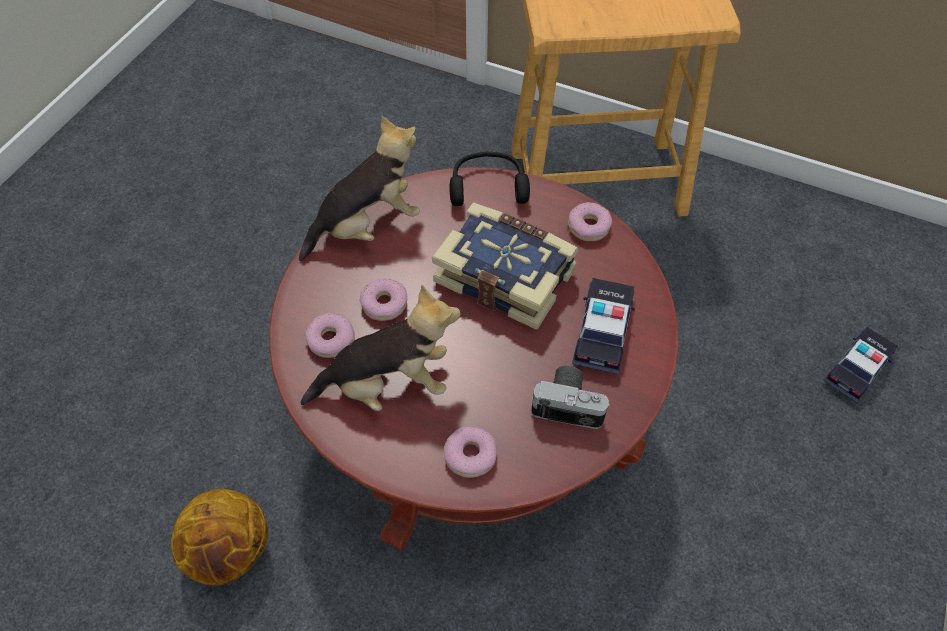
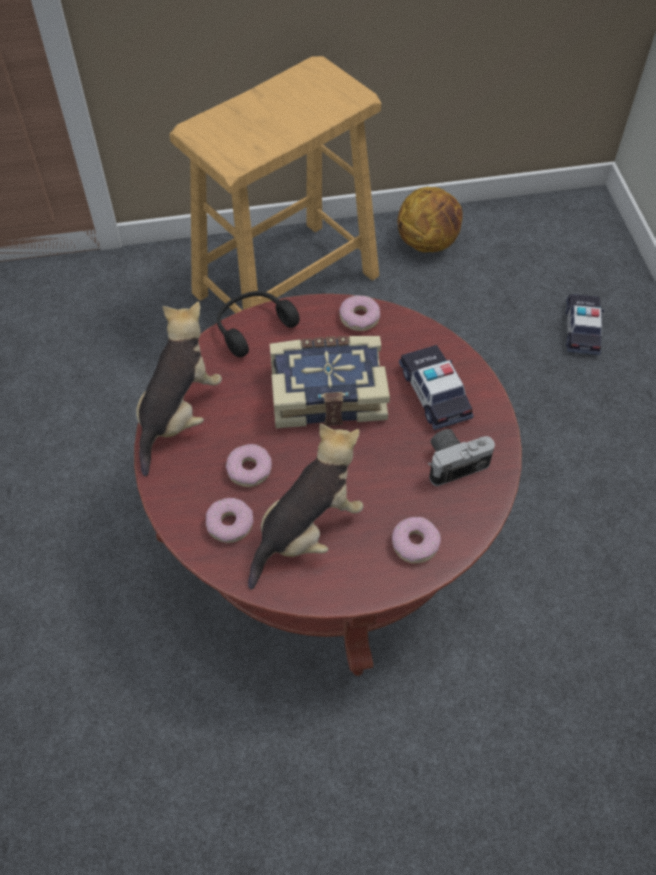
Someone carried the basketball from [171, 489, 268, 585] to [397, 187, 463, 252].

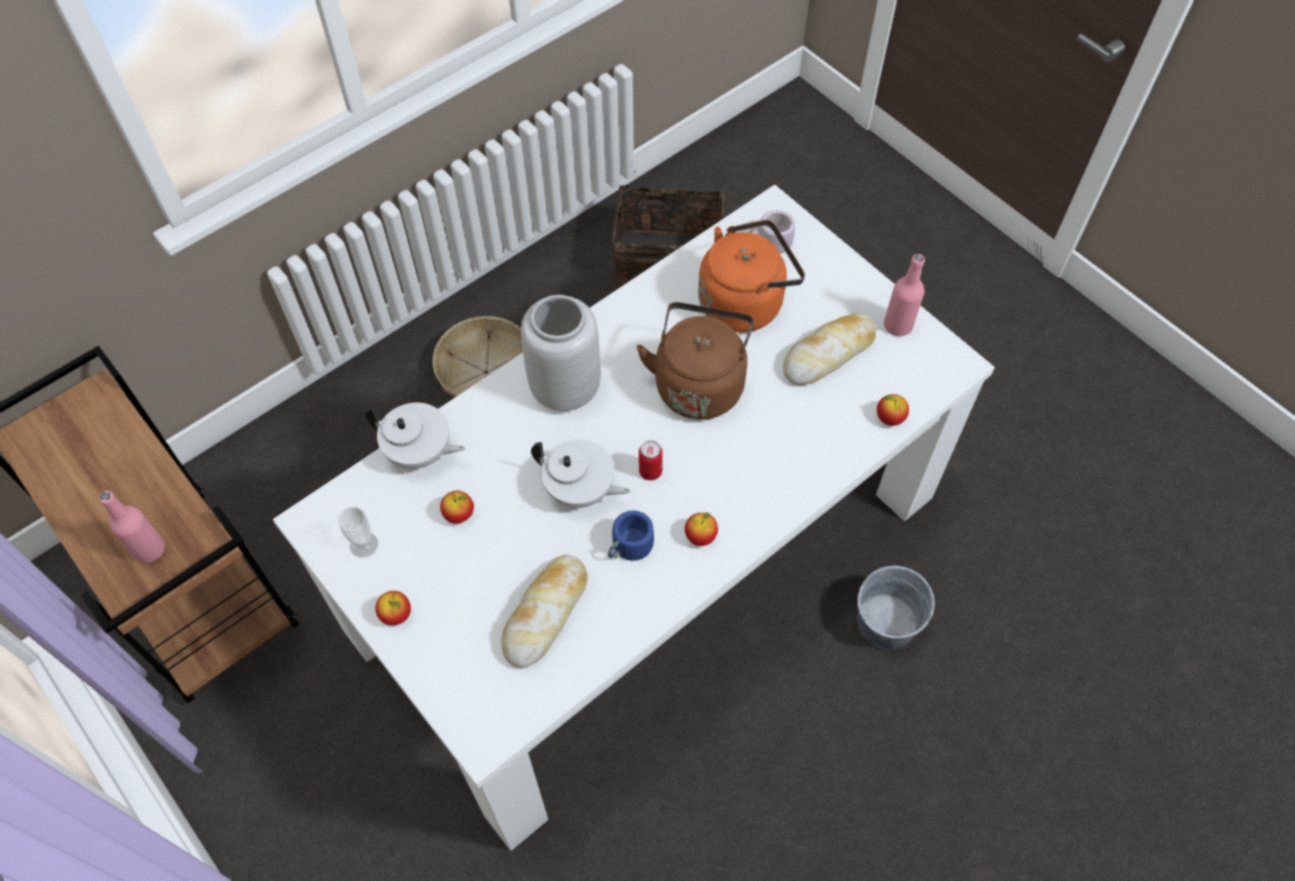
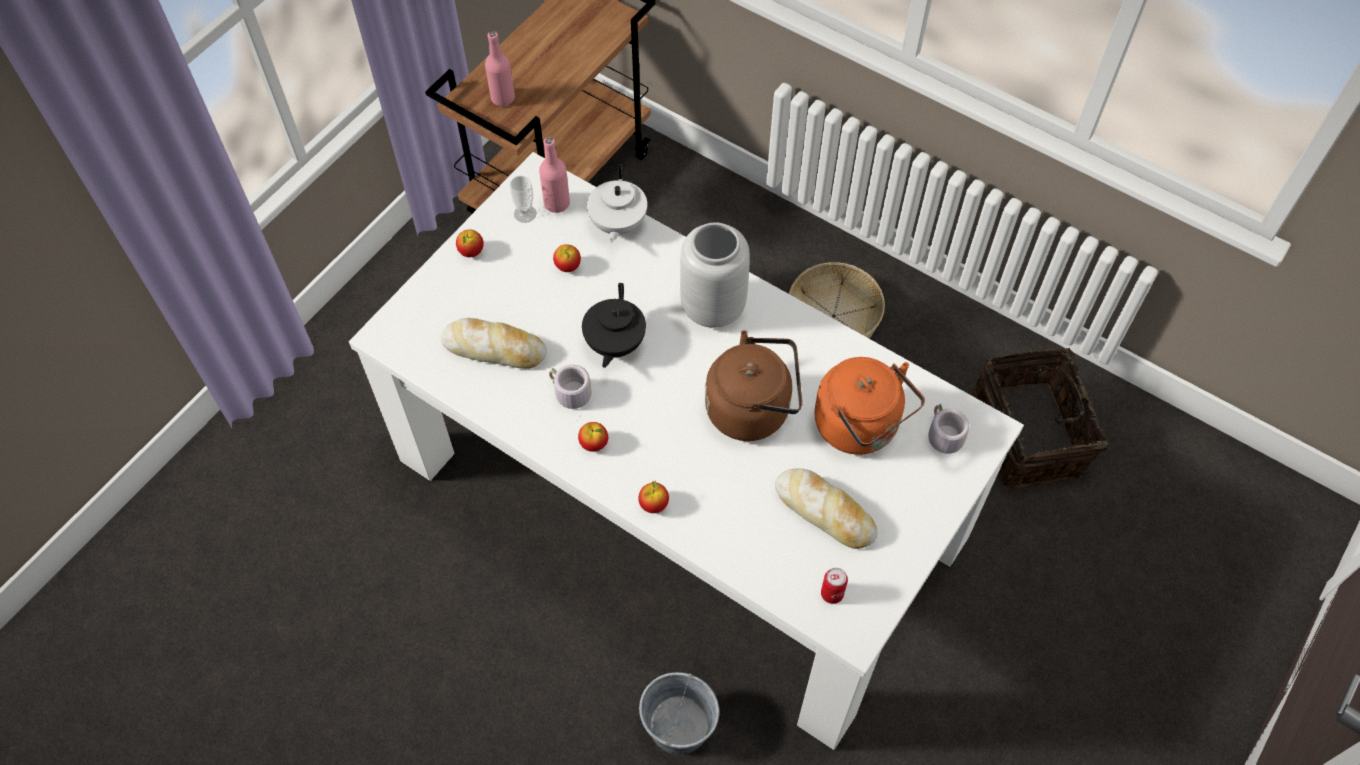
Someone carried the bottle (pink) from [884, 254, 925, 336] to [539, 137, 570, 213].
Someone carried the apple from [877, 394, 909, 426] to [638, 481, 669, 513].
Someone repainted the tea pot (white-coloured) at [531, 440, 630, 508], which became the tea pot (black) at [582, 283, 646, 368].
Someone carried the metal can from [639, 440, 663, 480] to [821, 568, 848, 604].
Someone repainted the coffee mug (blue) at [608, 511, 667, 561], which became the coffee mug (greyish) at [549, 365, 592, 419].

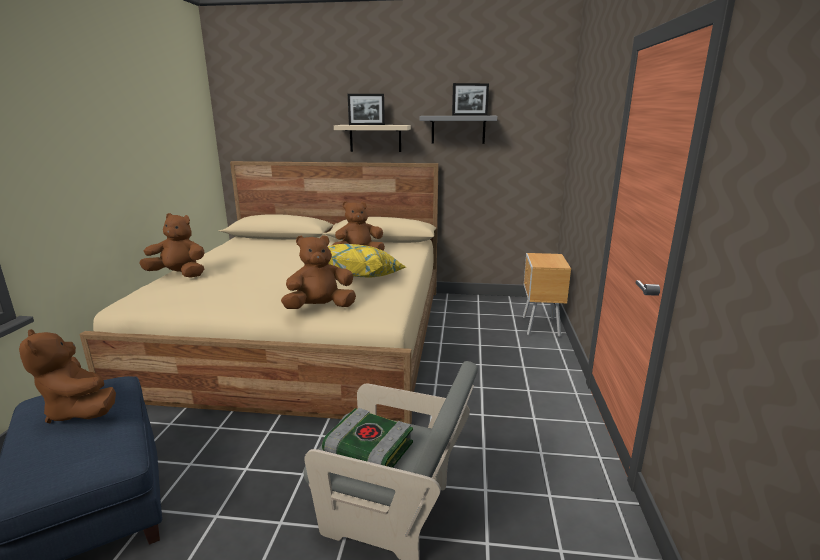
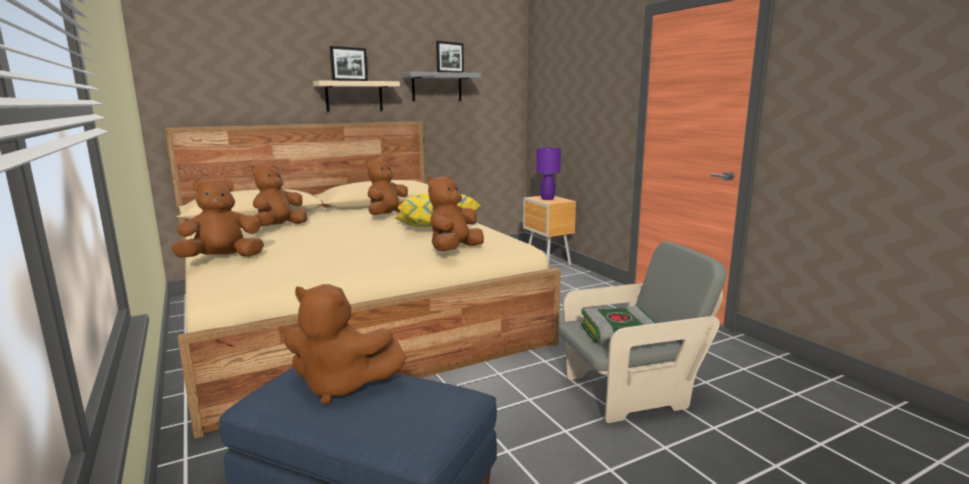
Someone put down the table lamp (purple-coloured) at [536, 148, 561, 200].
Someone put down the plush toy (brown) at [251, 165, 307, 227].

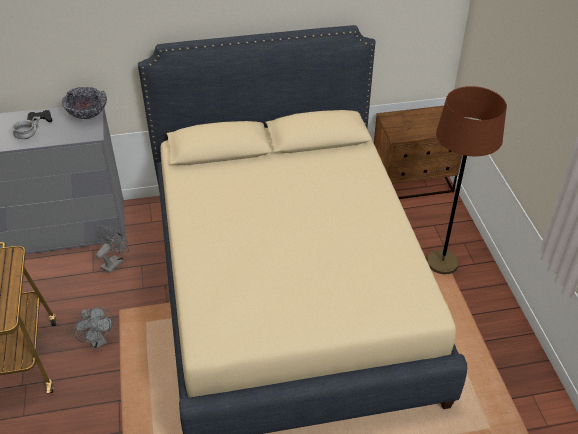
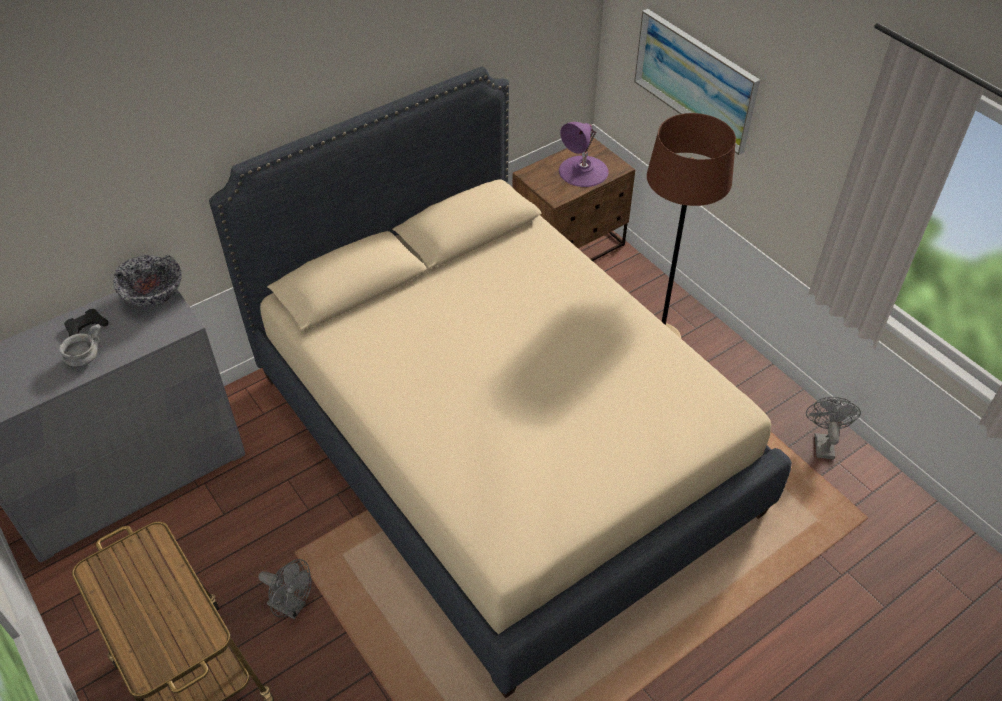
Someone carried the fan (greyish) from [96, 226, 129, 273] to [806, 397, 861, 459].
Someone put up the wall picture at [634, 9, 760, 155].
Someone put down the table lamp (purple-coloured) at [559, 122, 609, 187].

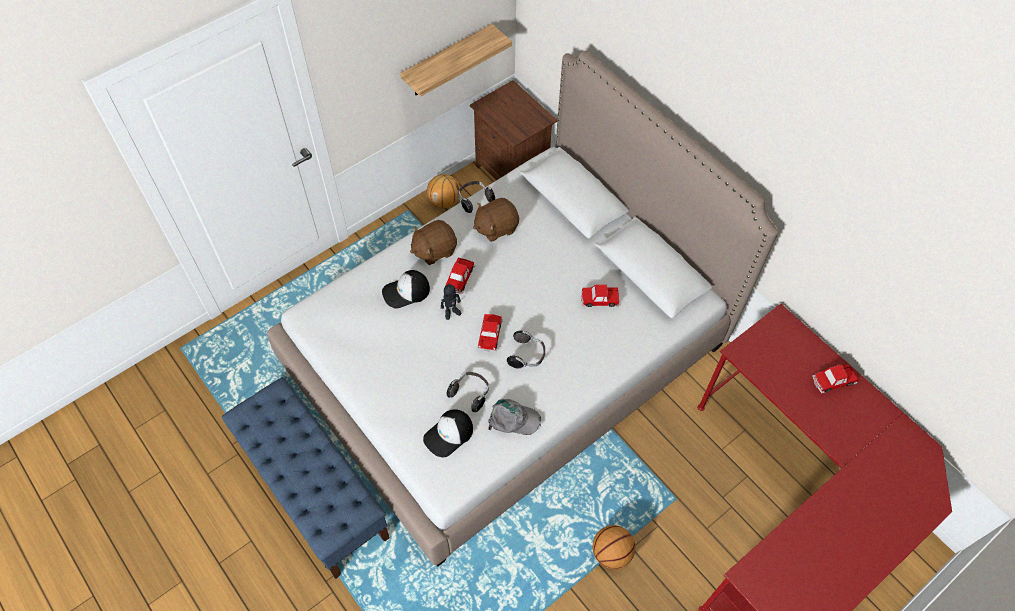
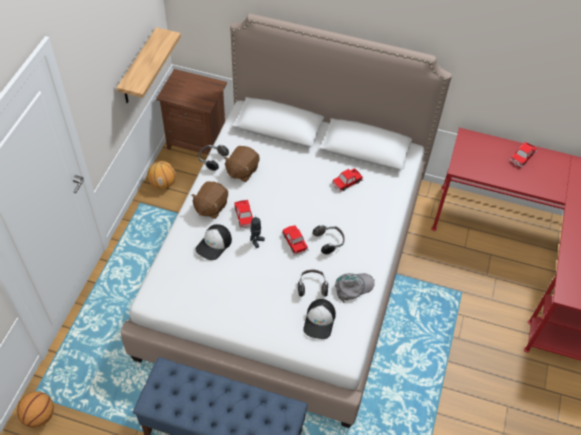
Someone carried the basketball from [593, 525, 635, 569] to [17, 391, 54, 428].

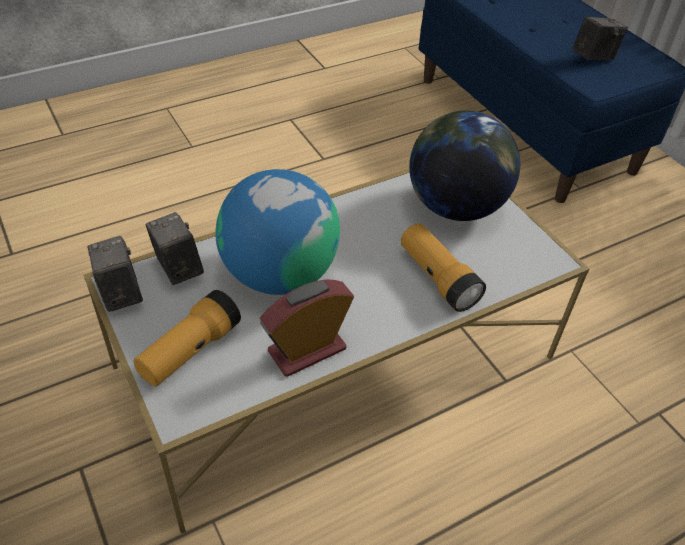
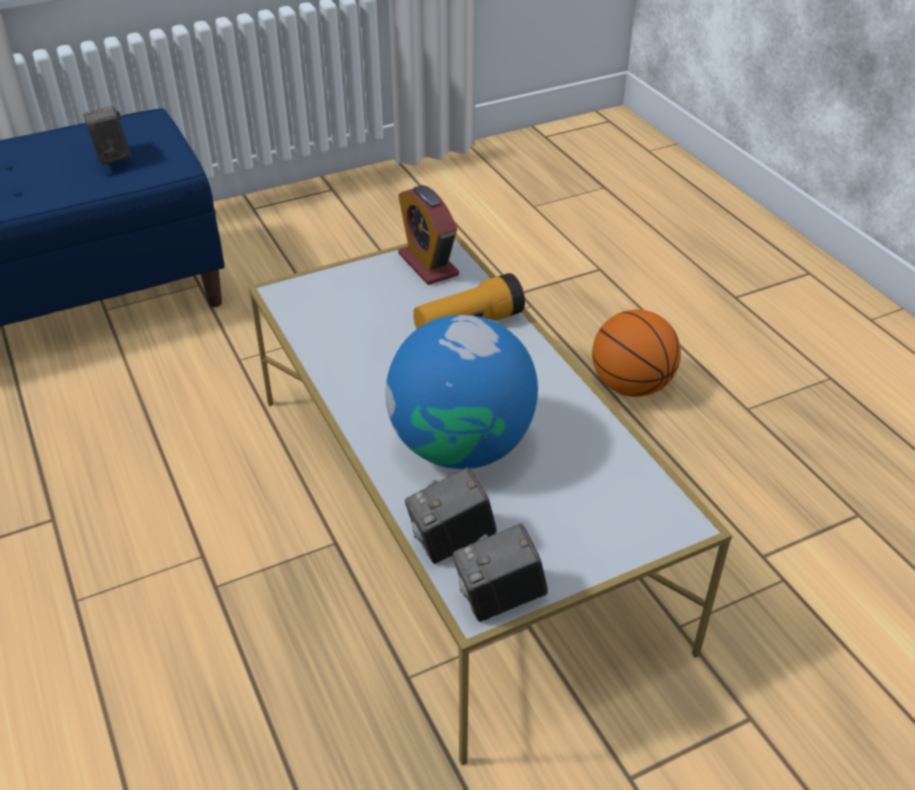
Someone took away the globe at [409, 110, 520, 221].
Someone carried the alarm clock from [260, 279, 354, 377] to [398, 185, 459, 285].
Someone took away the hand torch at [134, 290, 241, 387].
Someone put down the basketball at [592, 309, 681, 397].

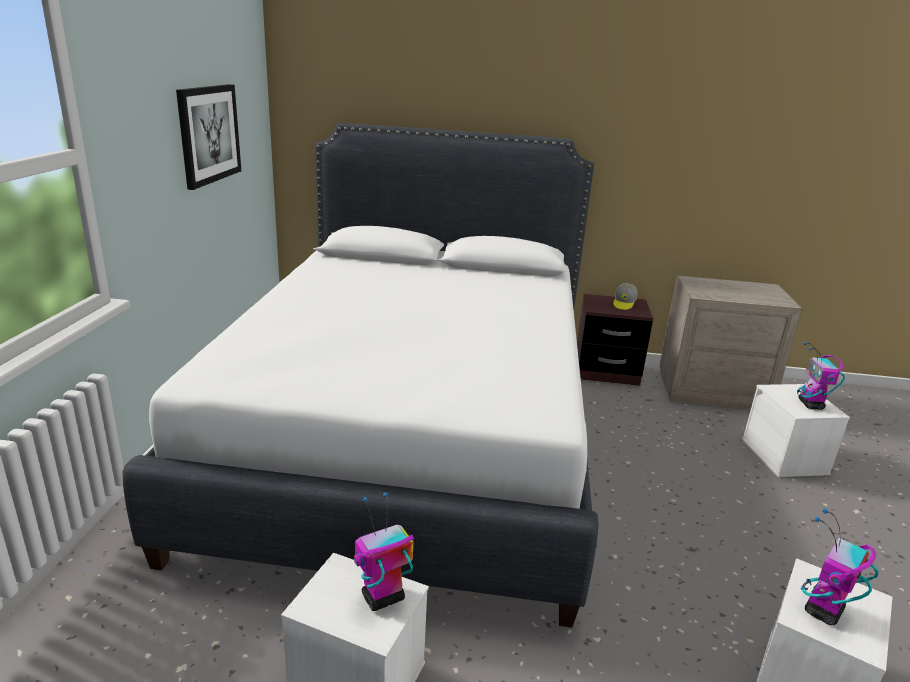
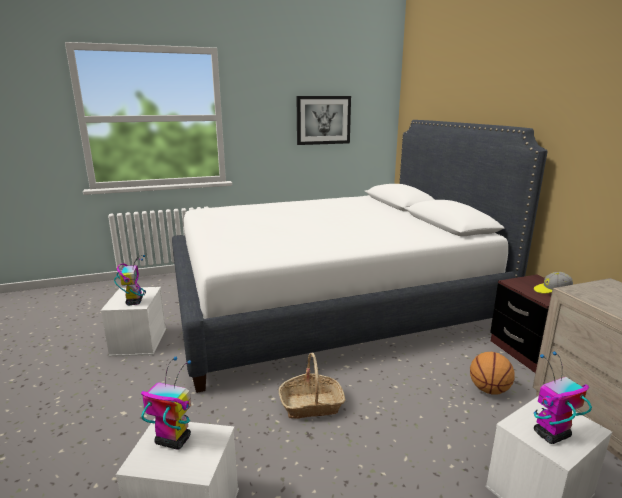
Someone rotated the robot figure at [354, 492, 414, 611] by 45 degrees clockwise.
Someone put down the basketball at [470, 352, 515, 394].
Someone put down the basket at [279, 353, 346, 419].

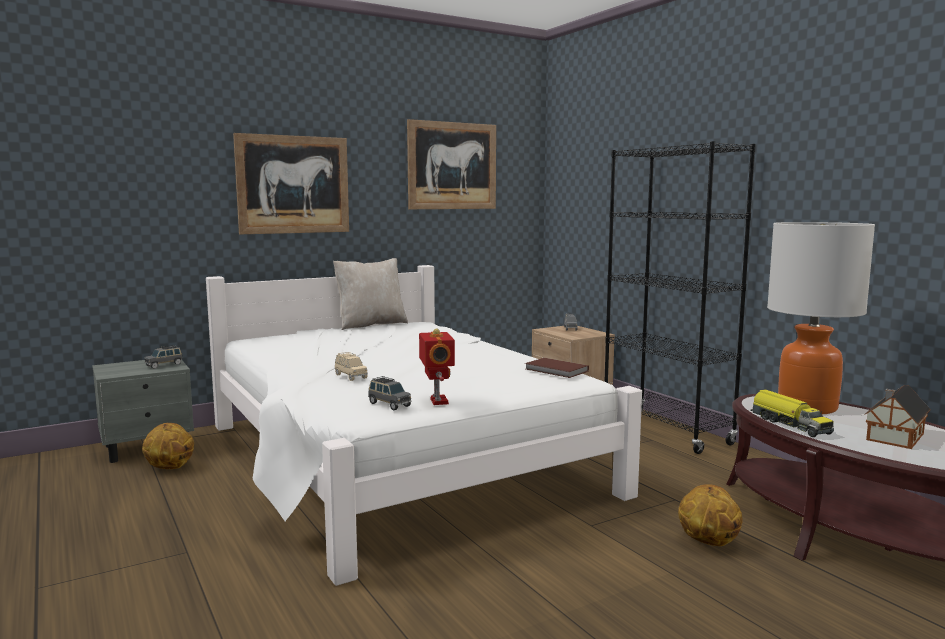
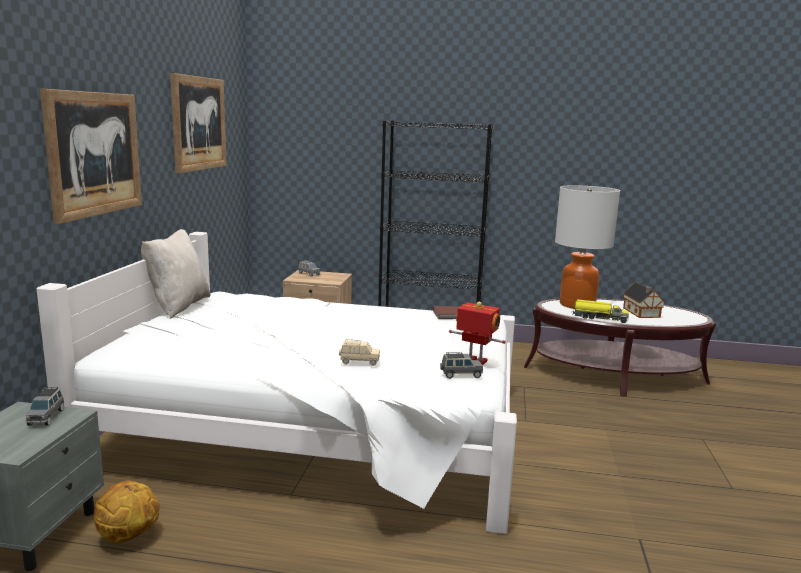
Someone took away the basketball at [678, 484, 743, 546].

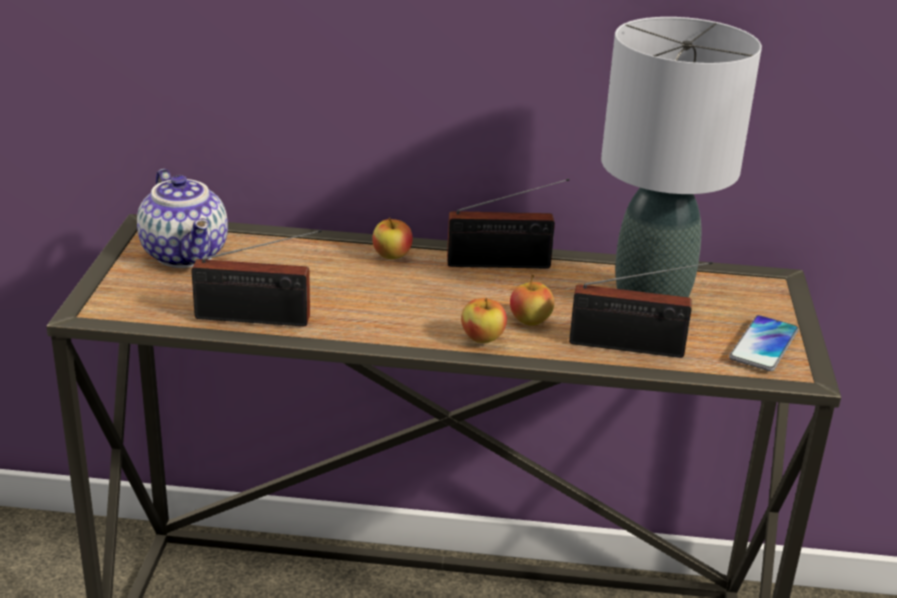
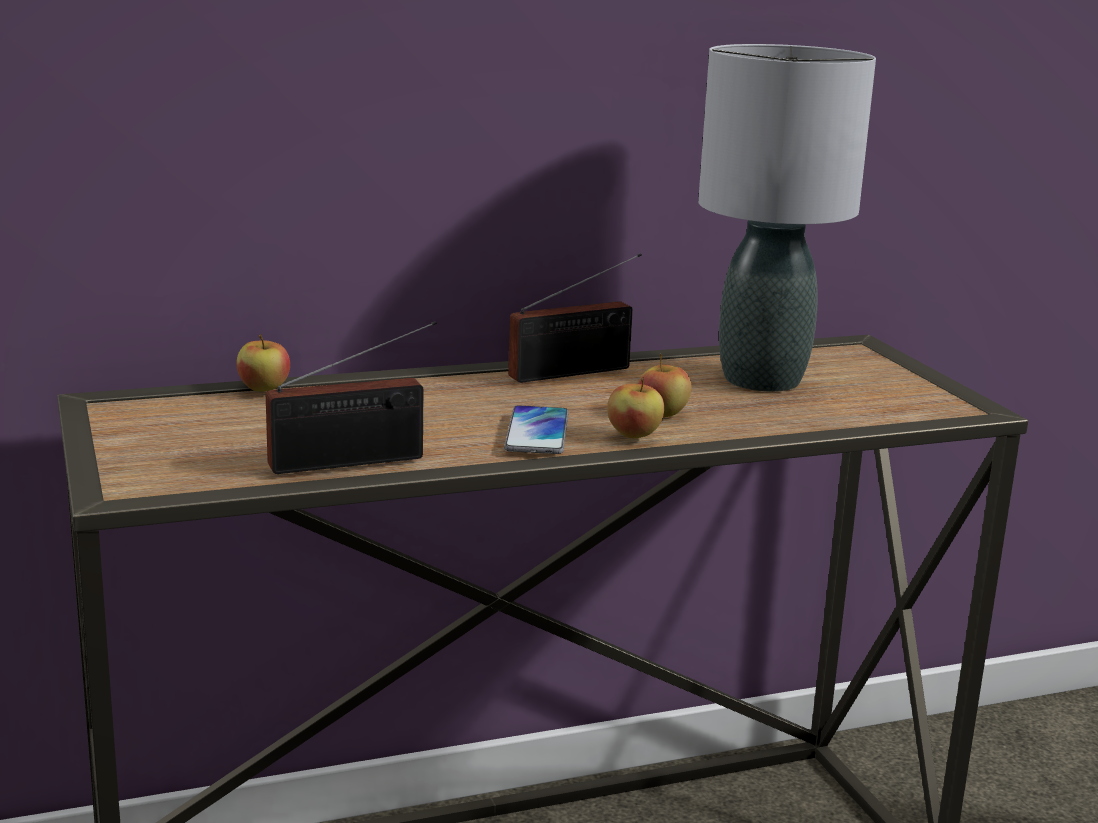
Someone took away the tea pot at [137, 169, 228, 268].
Someone carried the apple from [372, 218, 413, 259] to [236, 334, 290, 392].
Someone took away the radio set at [569, 262, 713, 358].
Someone carried the phone from [729, 315, 799, 371] to [504, 405, 569, 454].

